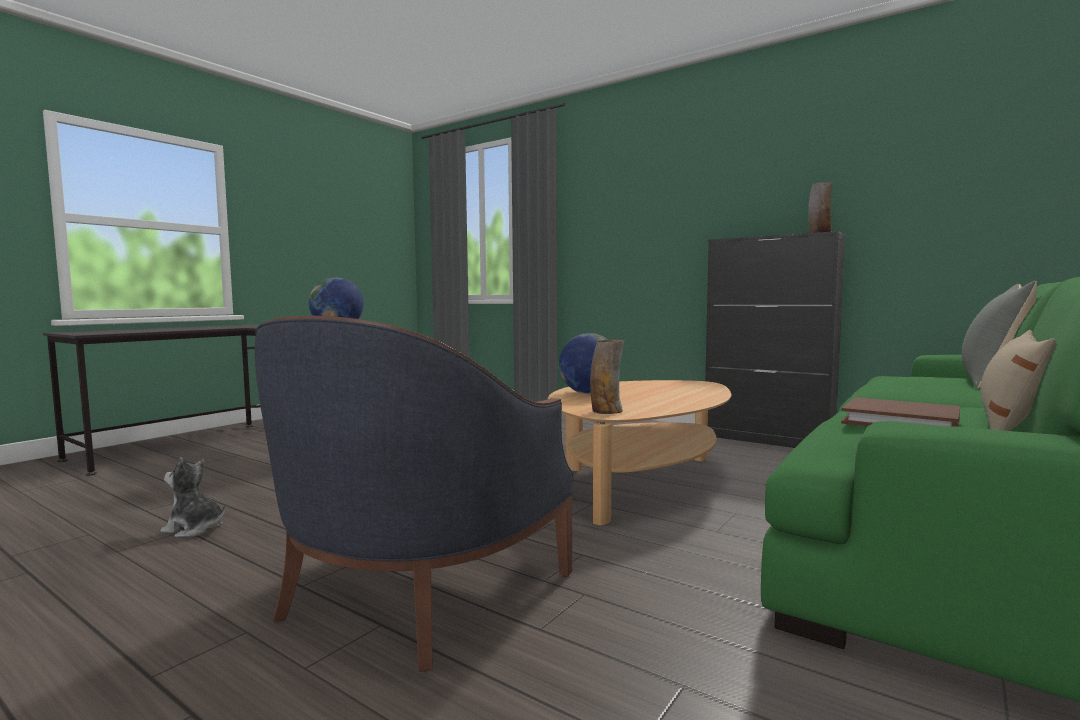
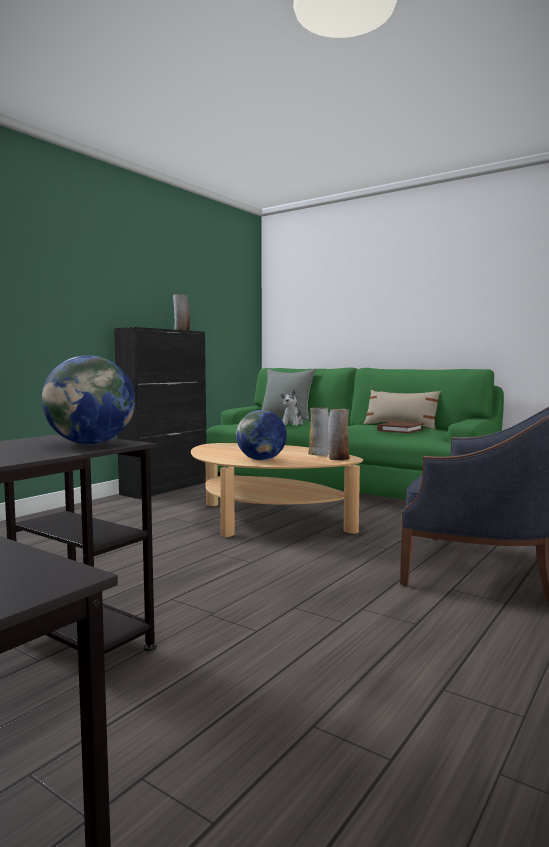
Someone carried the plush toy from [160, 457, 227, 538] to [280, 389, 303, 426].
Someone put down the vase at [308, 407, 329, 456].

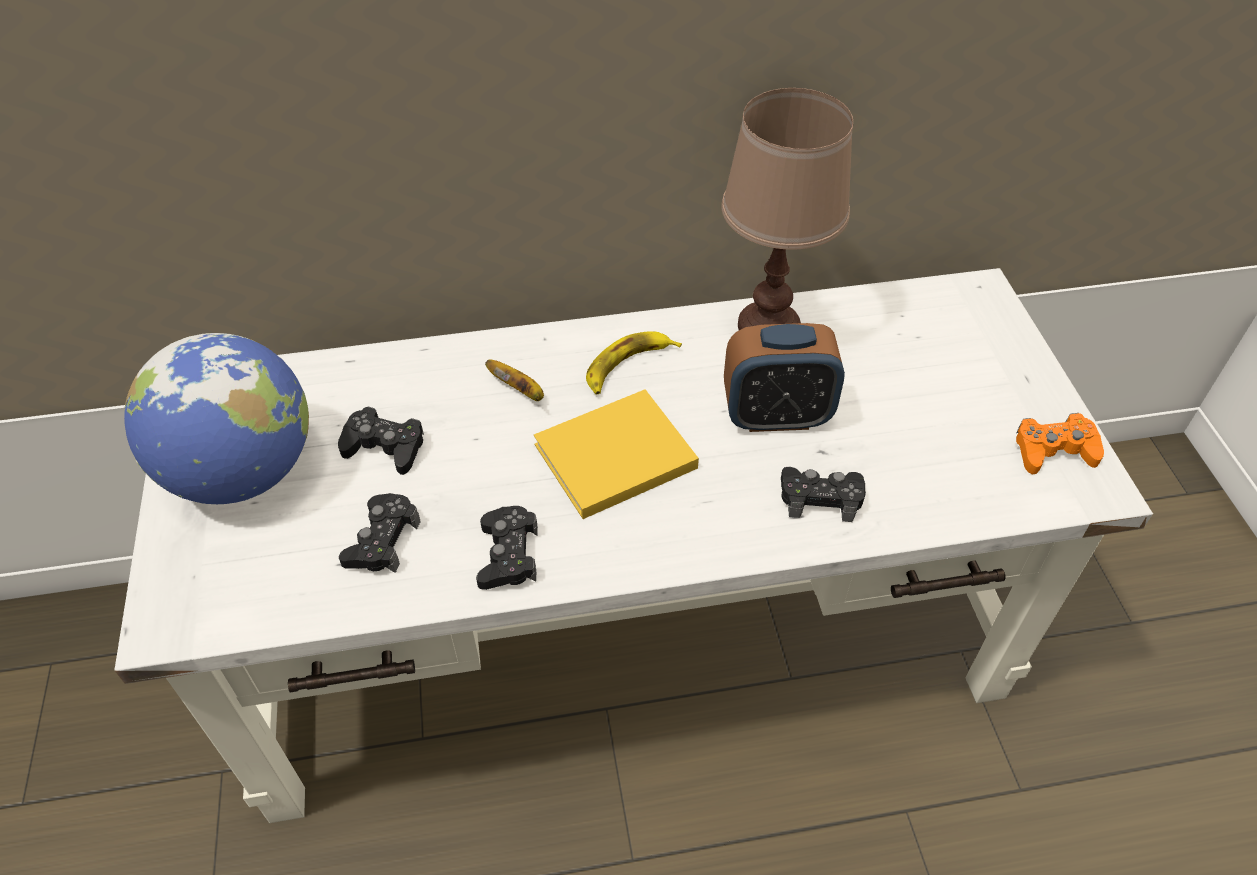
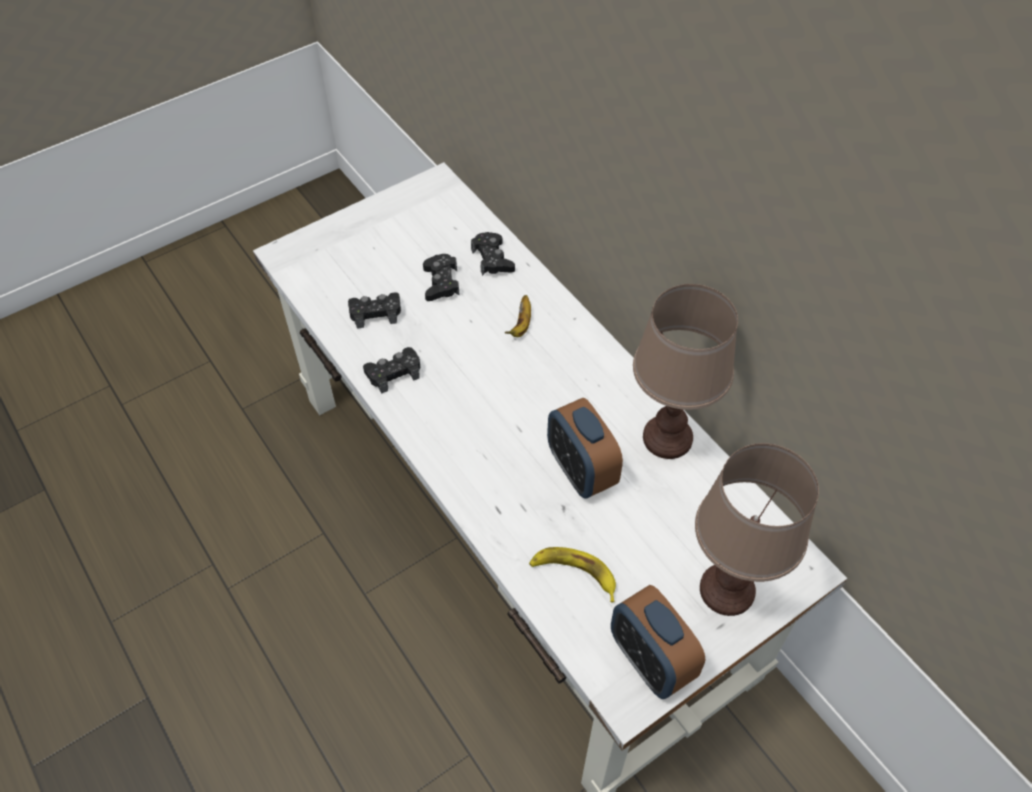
Someone carried the banana from [586, 331, 682, 395] to [529, 547, 616, 603].
Someone took away the globe at [124, 333, 309, 504].
Someone took away the bound book (yellowish) at [534, 389, 699, 519].
Someone swapped the game controller (orange-coloured) at [1016, 413, 1104, 474] for the alarm clock at [611, 585, 705, 699].
Someone carried the game controller (black) from [781, 467, 866, 522] to [471, 232, 515, 276].
Someone put down the table lamp (brown) at [695, 443, 819, 616].

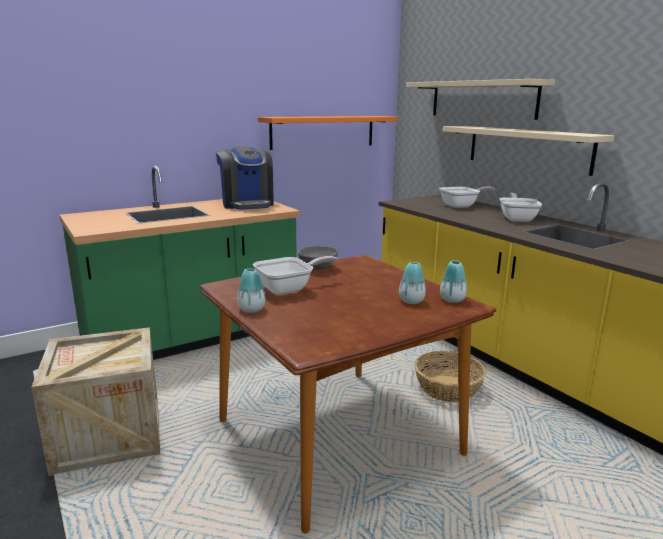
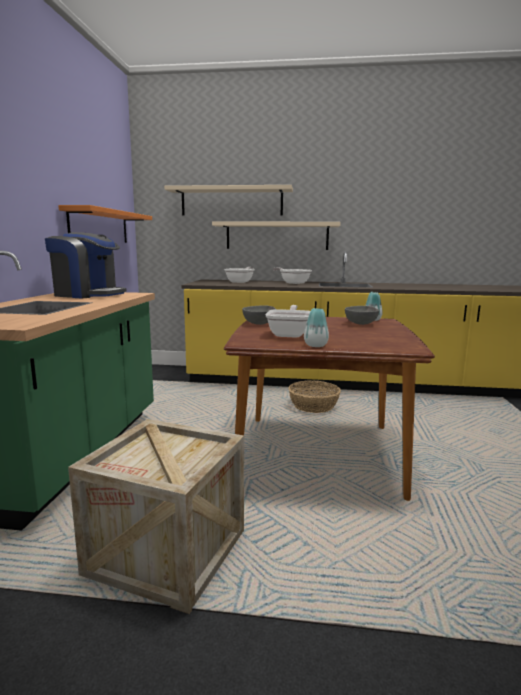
Someone swapped the vase at [399, 262, 426, 304] for the bowl (greyish) at [345, 306, 379, 325].

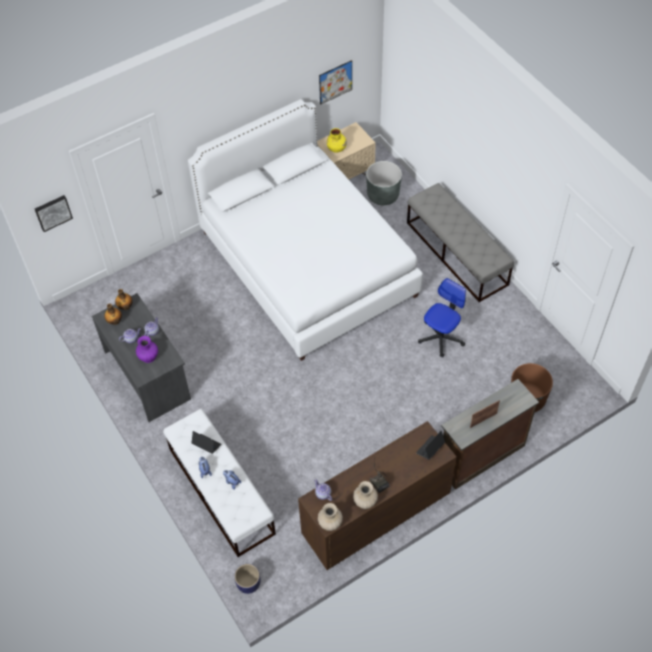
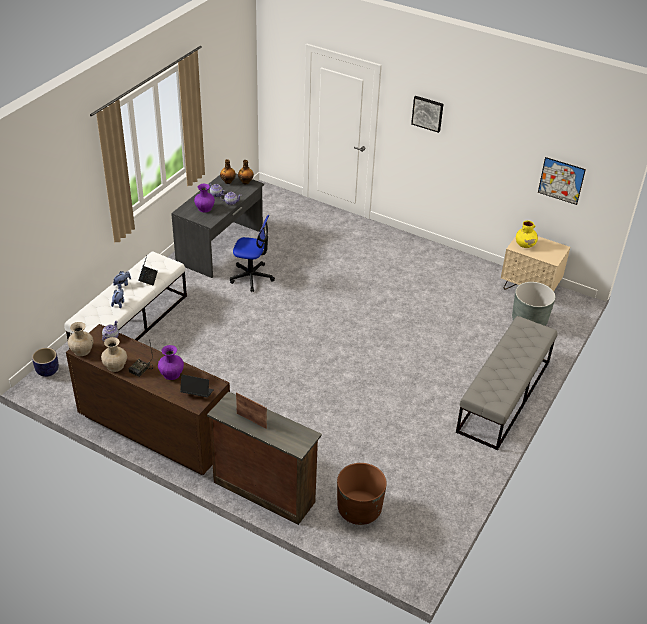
Someone took away the bed (white-coloured) at [188, 99, 423, 361].
Someone carried the wall picture from [35, 195, 73, 232] to [411, 96, 443, 133].
Someone carried the office chair from [418, 278, 466, 357] to [230, 215, 275, 292].
Someone put down the vase (purple-coloured) at [158, 345, 184, 380].

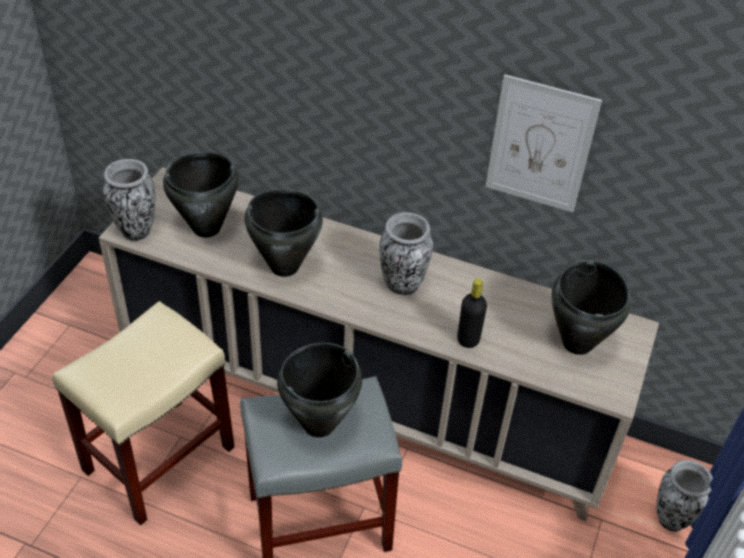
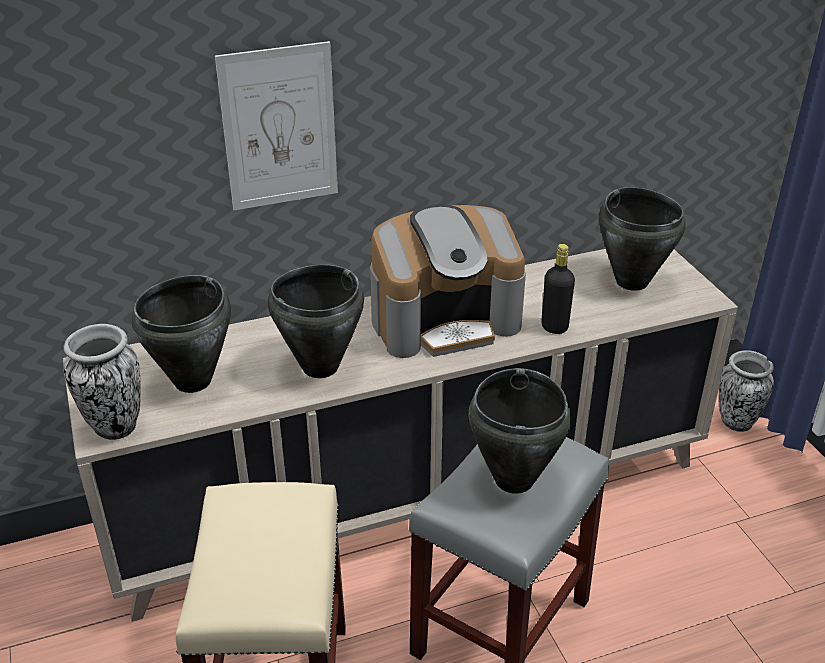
Someone carried the wall picture from [485, 74, 602, 212] to [215, 41, 338, 210].
Someone swapped the vase at [379, 212, 433, 295] for the coffee maker at [370, 205, 526, 358].

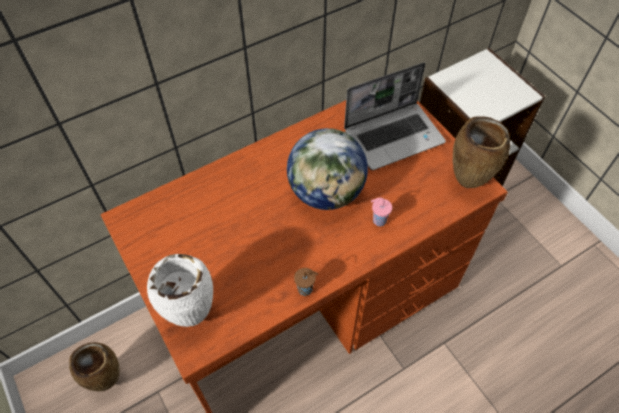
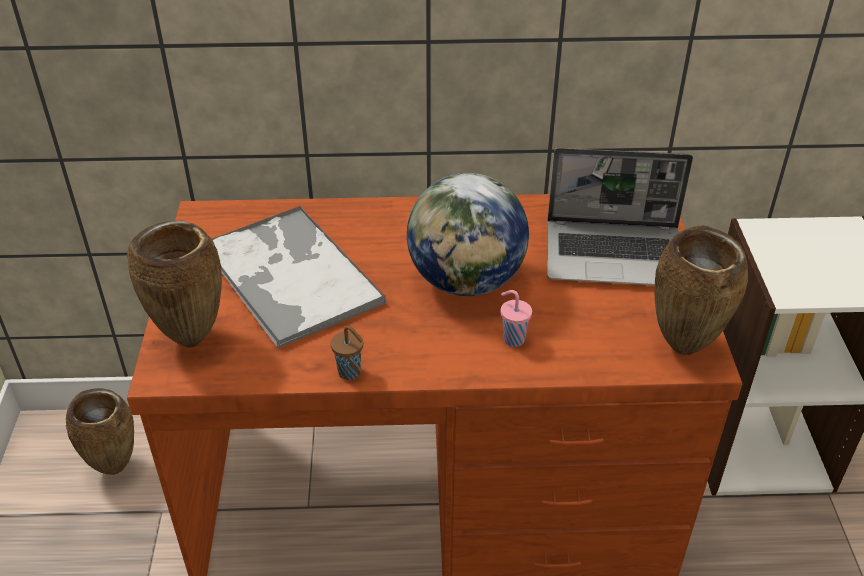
Someone repainted the vase (white-coloured) at [147, 254, 213, 327], which became the vase (brown) at [127, 221, 222, 348].
Someone put down the serving tray at [212, 206, 386, 349].

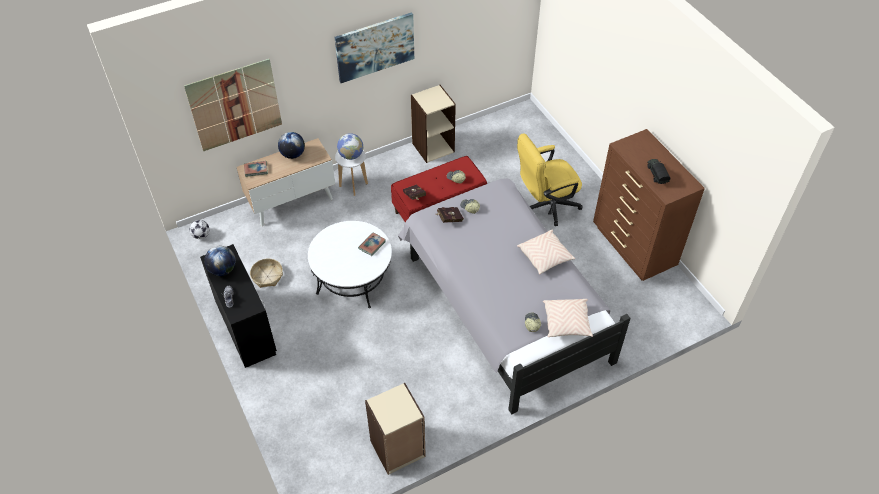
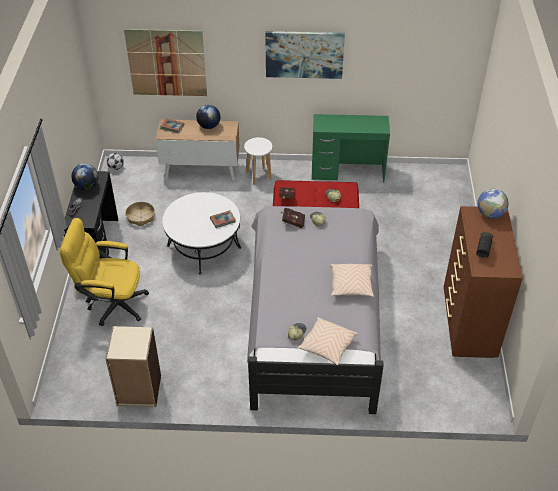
Someone swapped the bookcase (beige-coloured) at [411, 85, 456, 163] for the desk table (green-coloured) at [312, 114, 390, 182].
Someone carried the globe from [337, 133, 363, 160] to [477, 189, 508, 219].
Someone carried the office chair (yellowish) from [517, 133, 583, 226] to [60, 218, 149, 326].

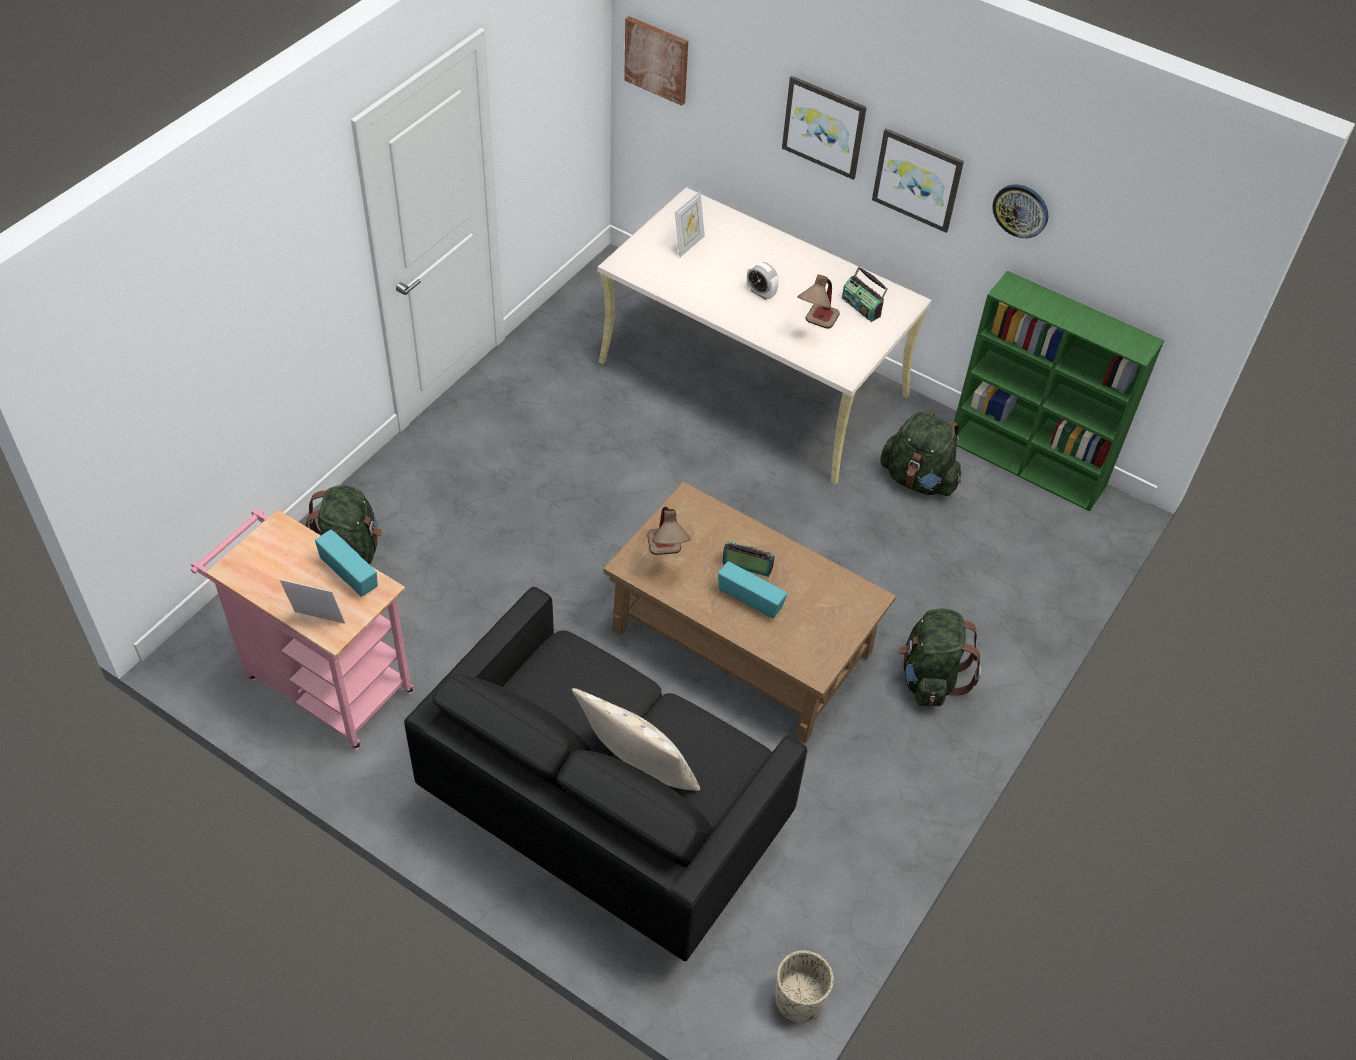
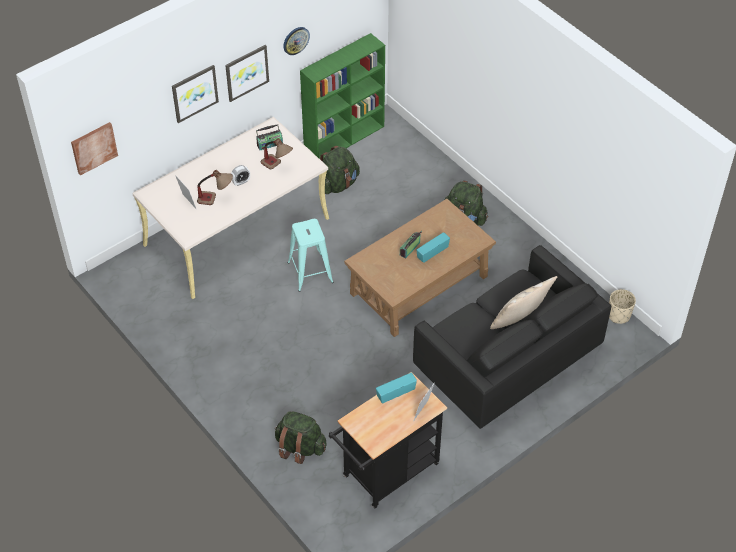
Someone carried the table lamp from [647, 507, 691, 555] to [197, 170, 233, 205].
Someone repainted the trolley (pink) at [191, 509, 414, 750], which became the trolley (black) at [329, 372, 447, 509].
Someone put down the sitting stool (turquoise-coloured) at [287, 219, 334, 292].

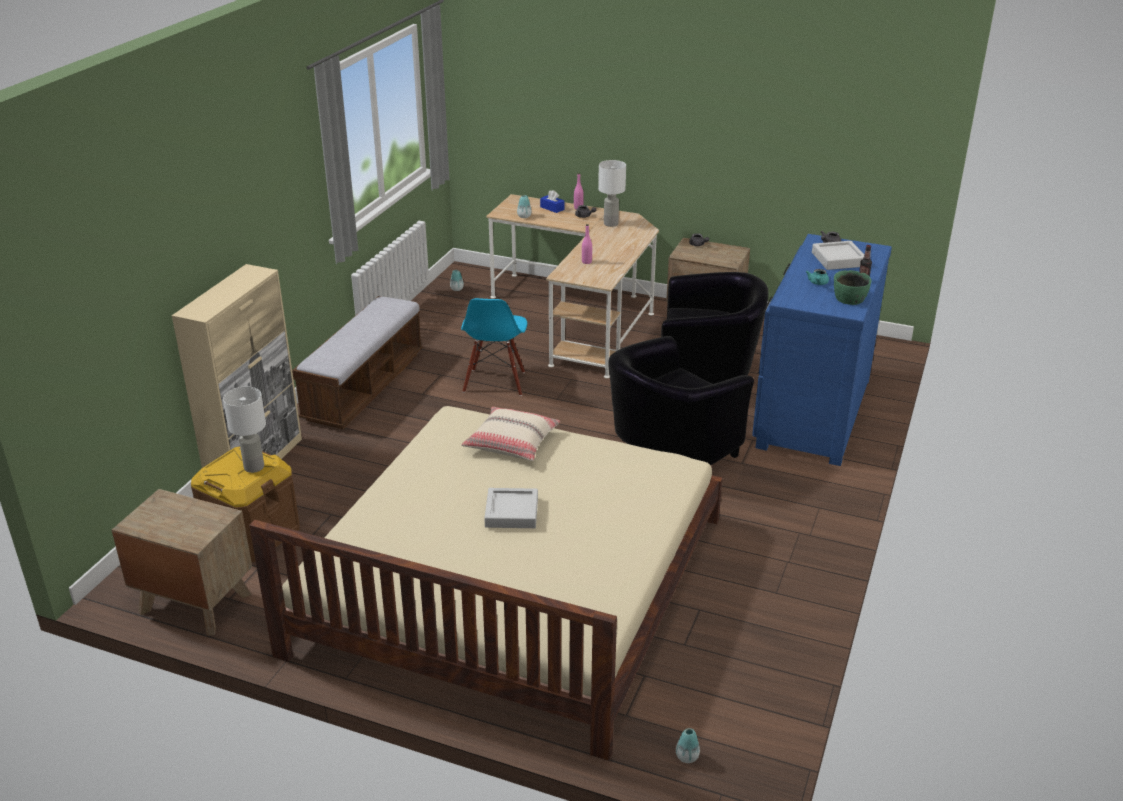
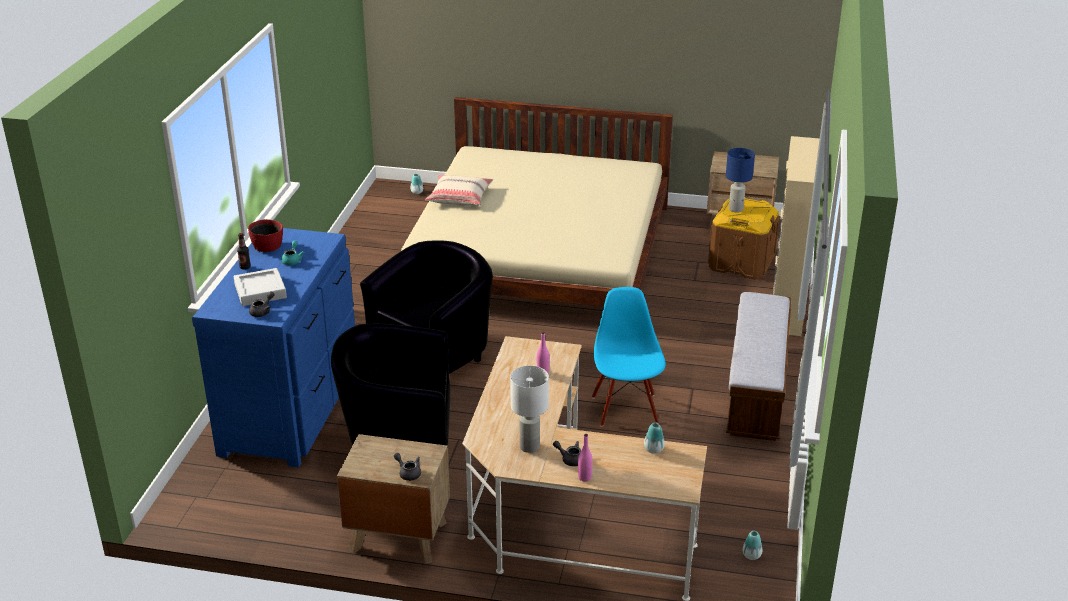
Someone took away the tissue holder (blue) at [540, 190, 565, 213].
Someone repainted the bowl (green-coloured) at [834, 270, 871, 305], which became the bowl (reddish) at [248, 219, 283, 252].
Someone repainted the table lamp (white-coloured) at [223, 386, 266, 473], which became the table lamp (blue) at [726, 148, 755, 212].
Someone carried the throw pillow (beige-coloured) from [461, 407, 560, 461] to [425, 175, 493, 205].
Someone took away the serving tray (greyish) at [484, 488, 538, 528].

